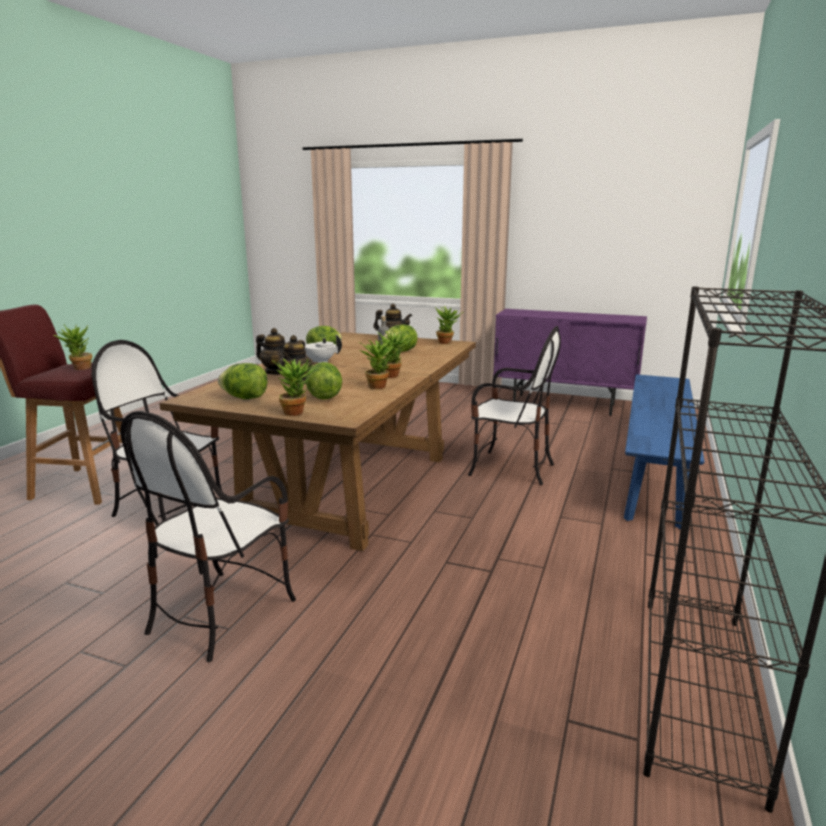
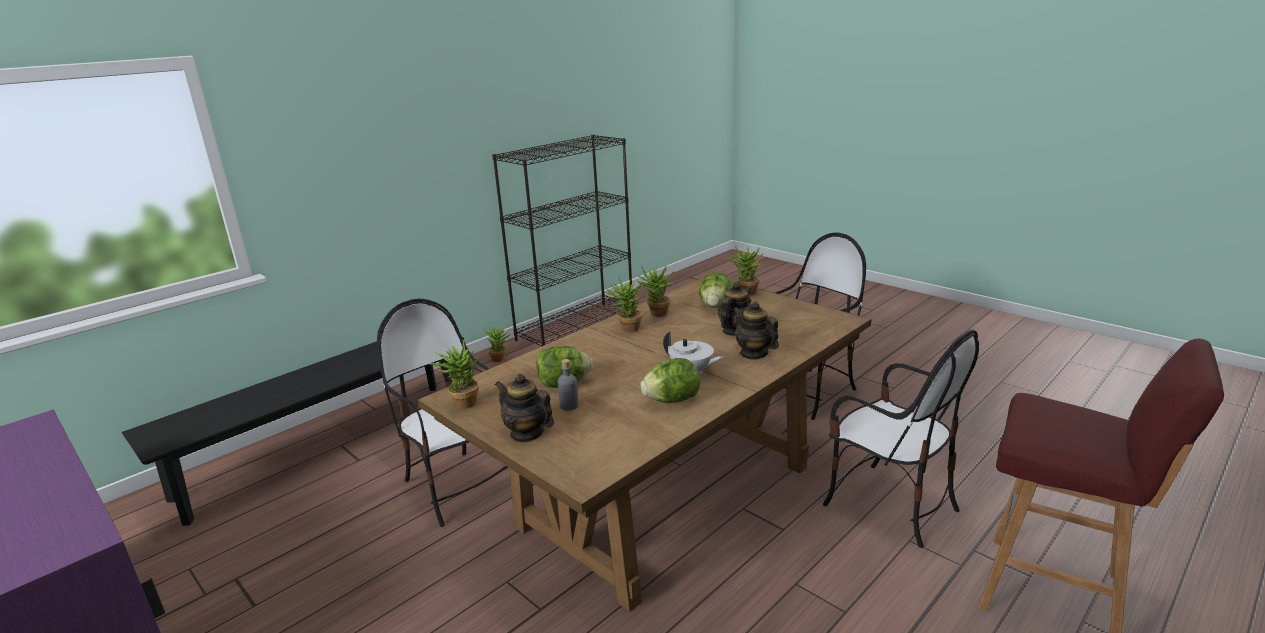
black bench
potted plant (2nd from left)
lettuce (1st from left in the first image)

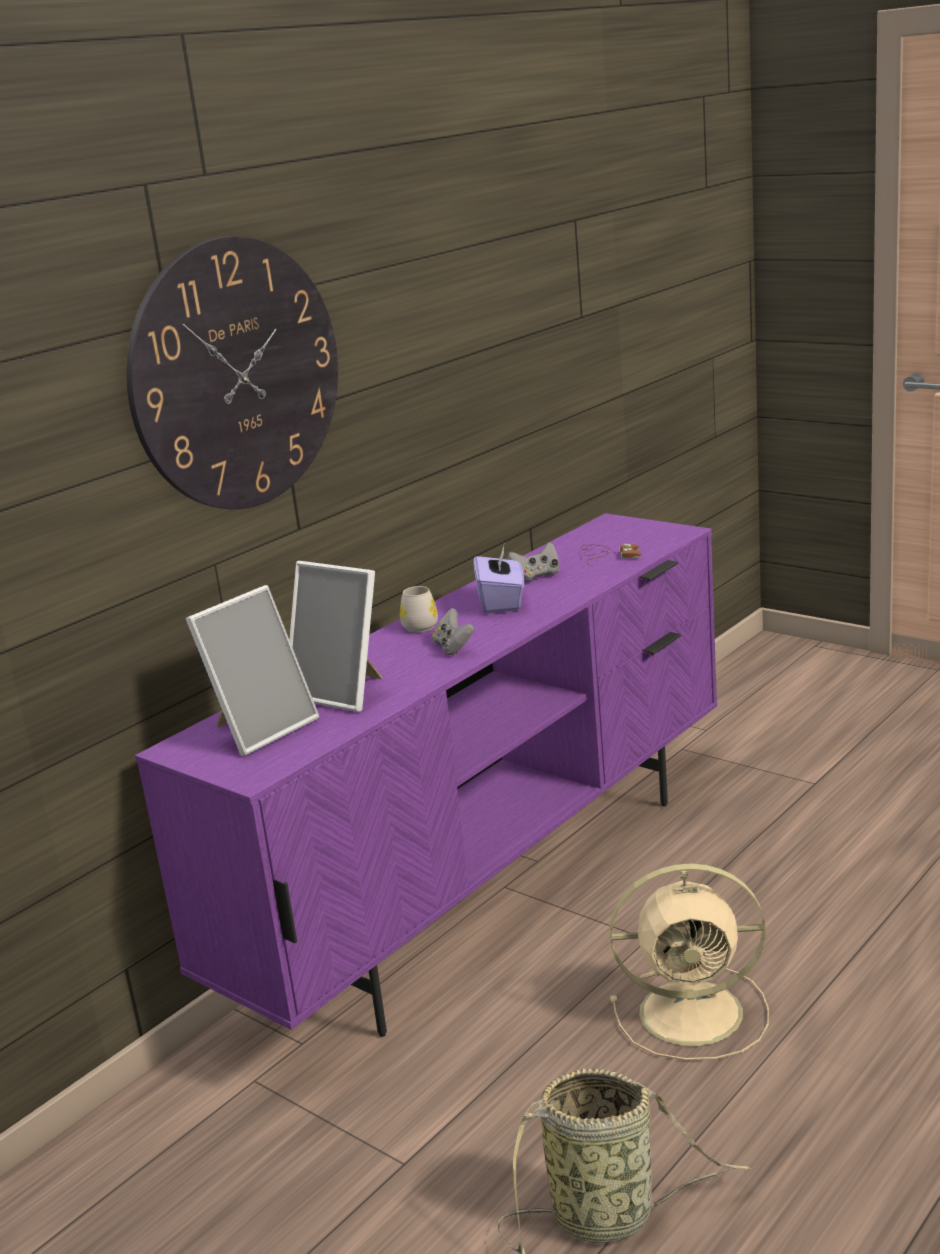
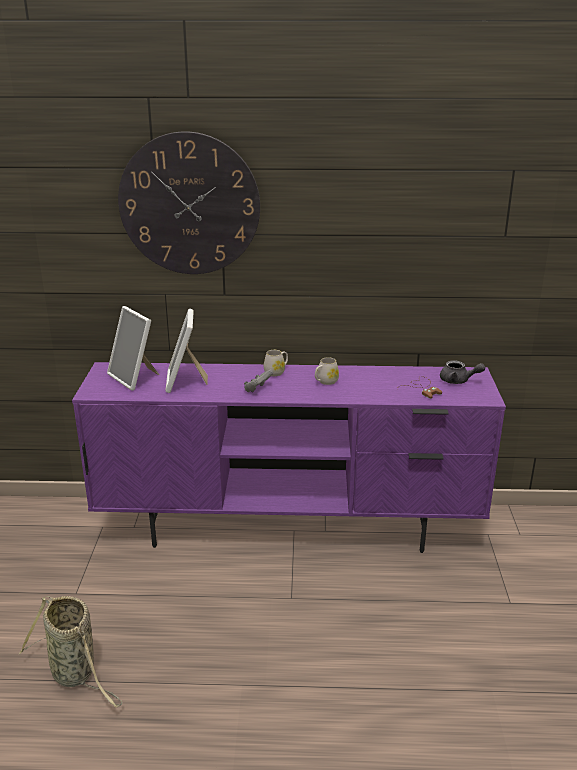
picture frame (1st from left)
white mug (2nd from left)
grey teapot
grey game controller (2nd from left in the first image)
beige fan

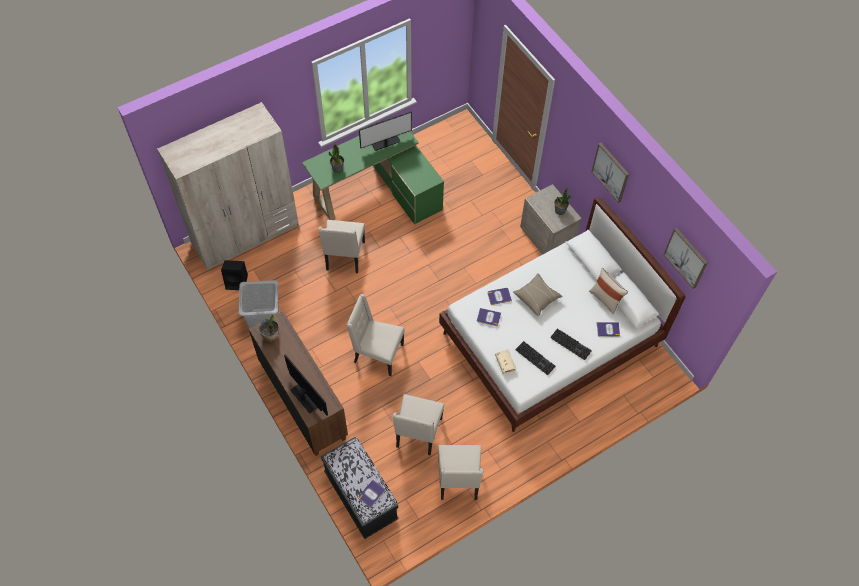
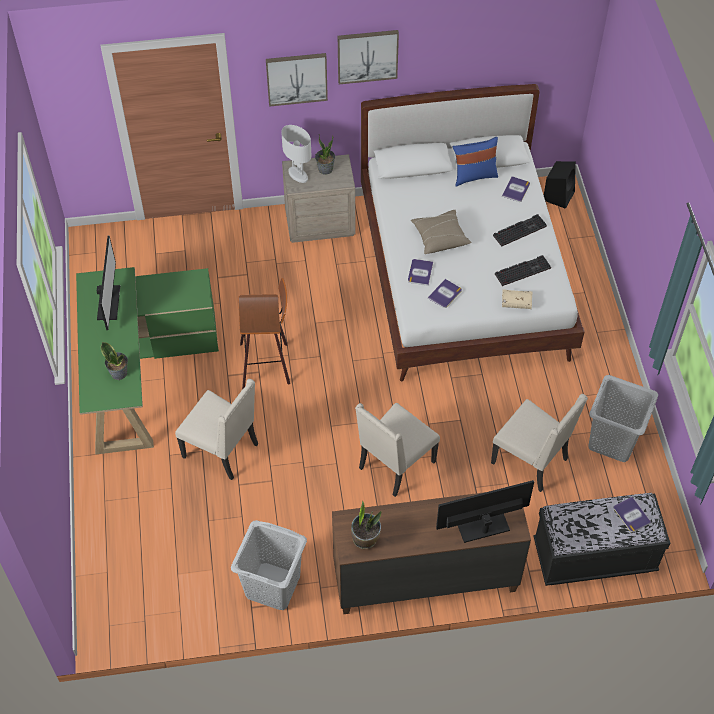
stool
picture (1st from left)
white table lamp
blue pillow
black speaker
grey laundry basket (2nd from left)
beige wardrobe

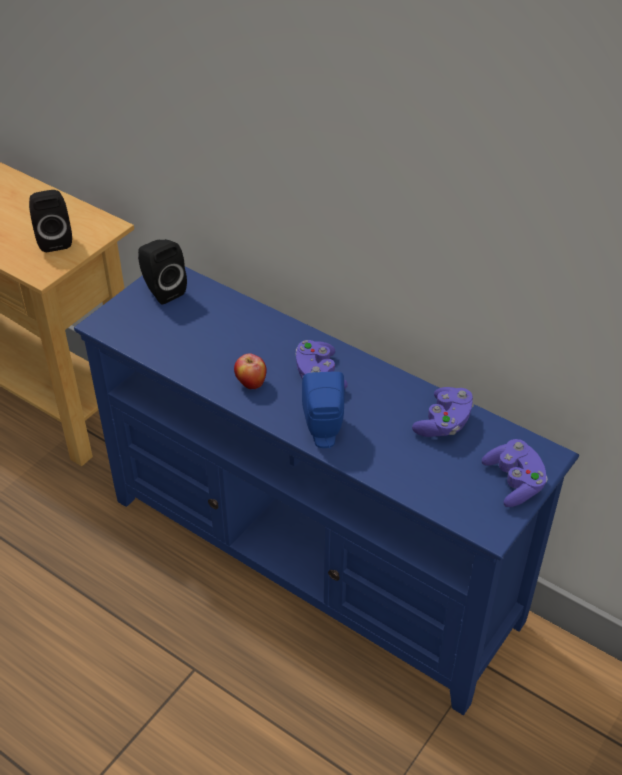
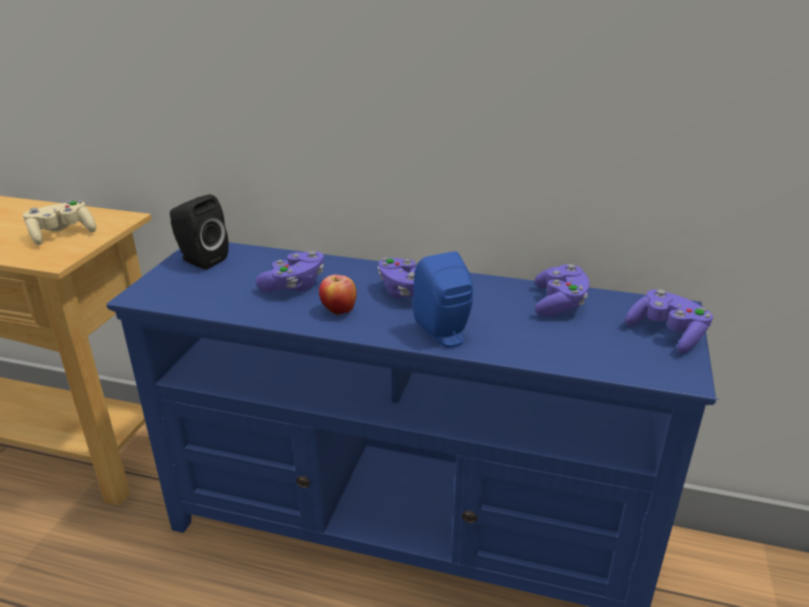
beige game controller
purple game controller (1st from left)

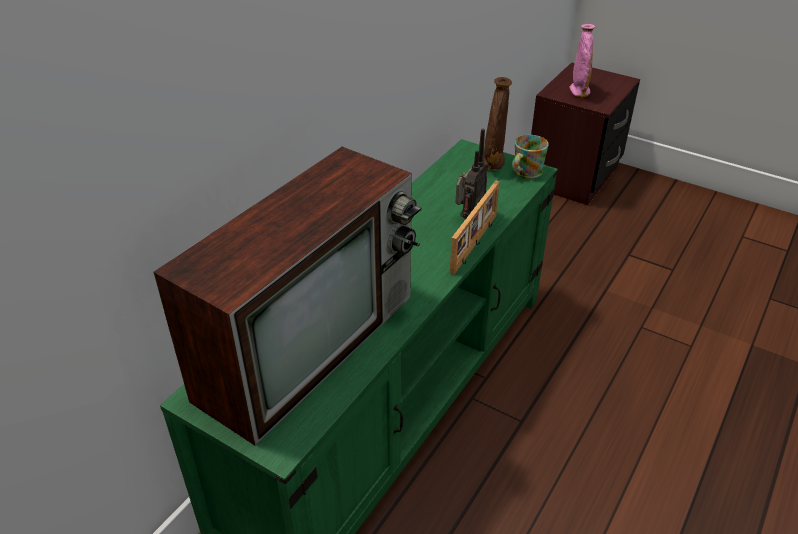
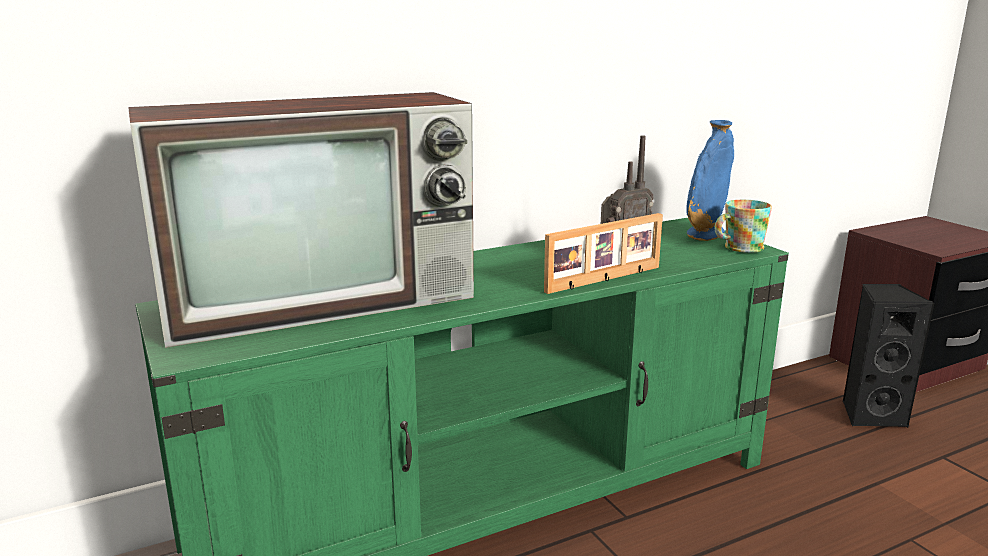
blue vase
black speaker
pink vase

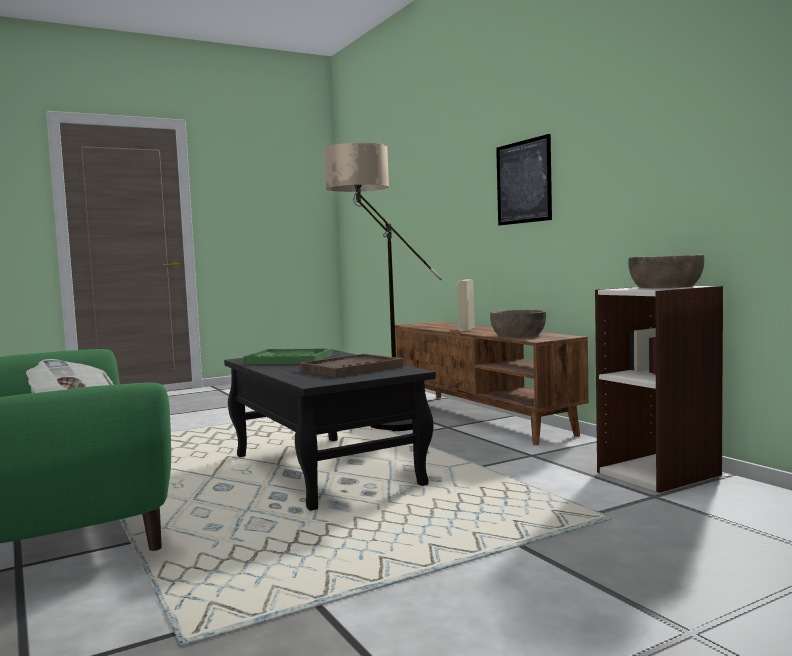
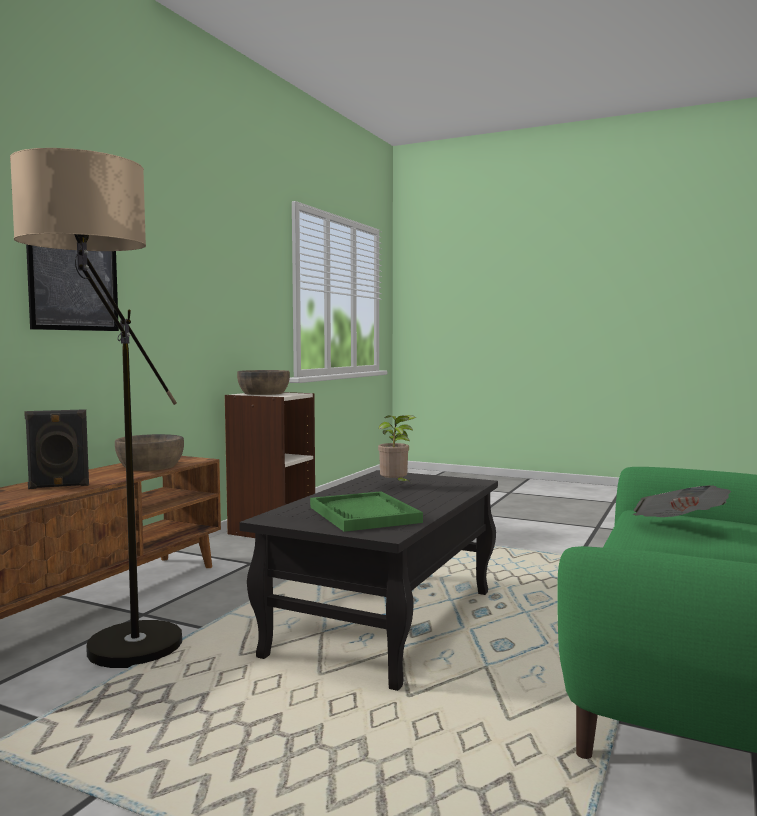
black speaker
potted plant

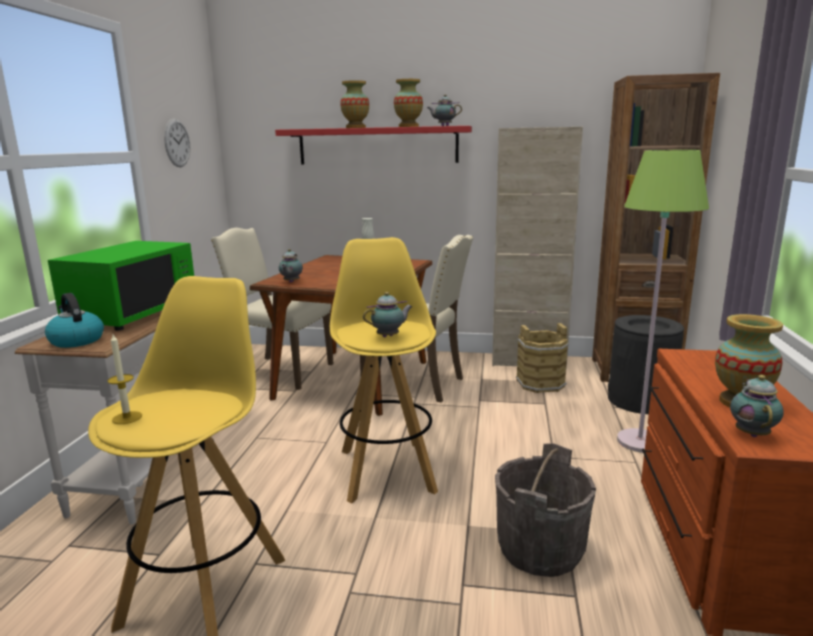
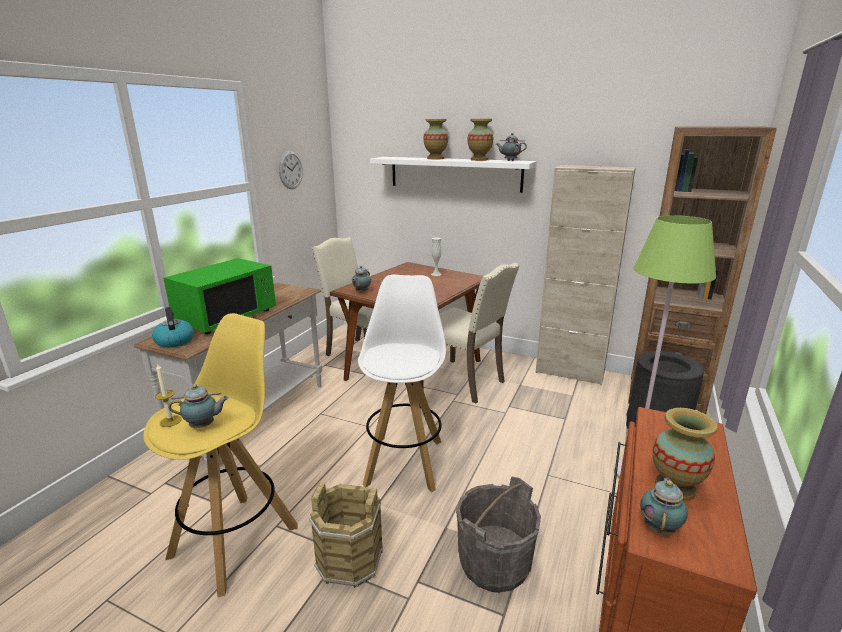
teapot (1st from left)
brown bucket
white stool
white shelf

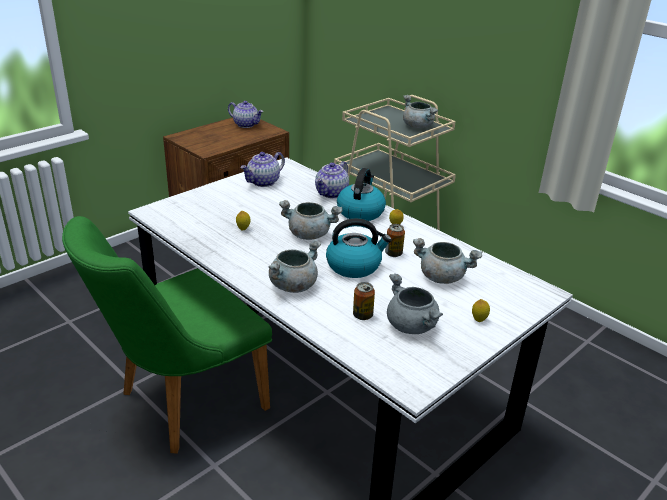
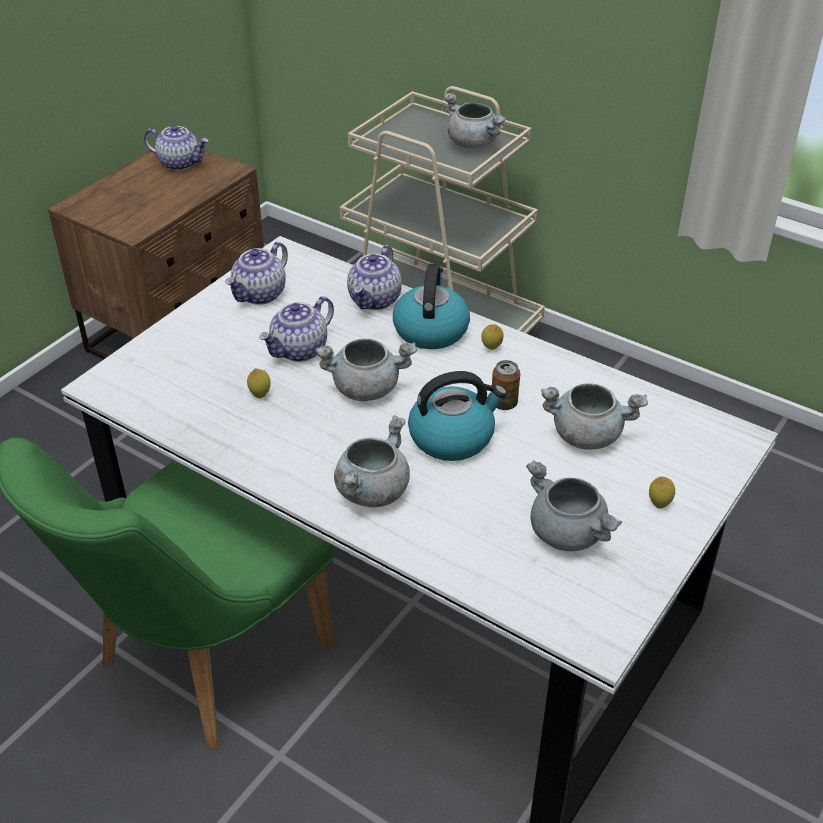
teapot (3rd from left)
can (1st from left in the first image)

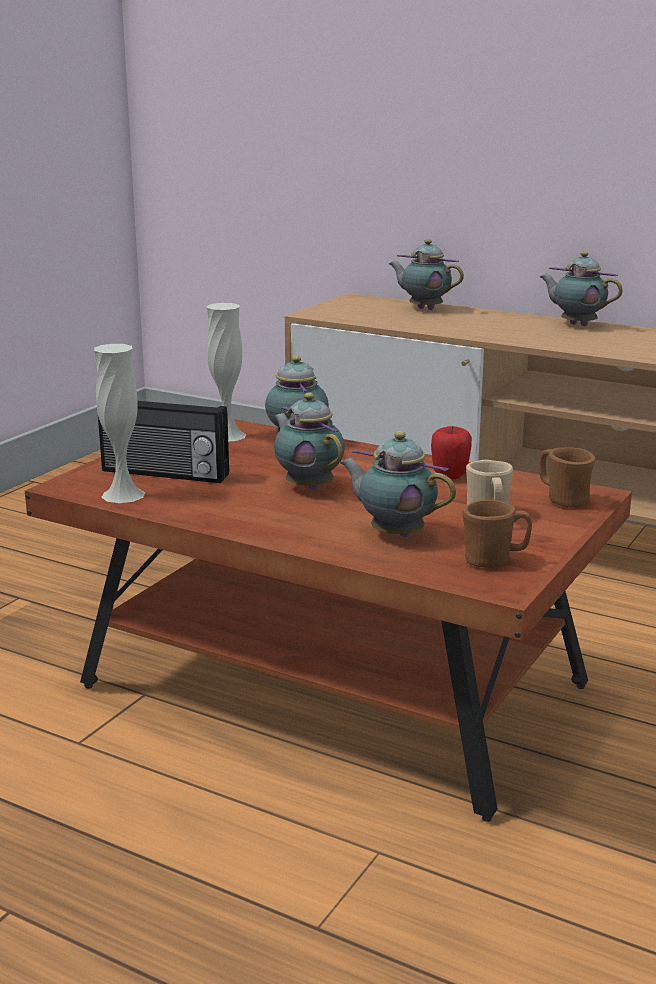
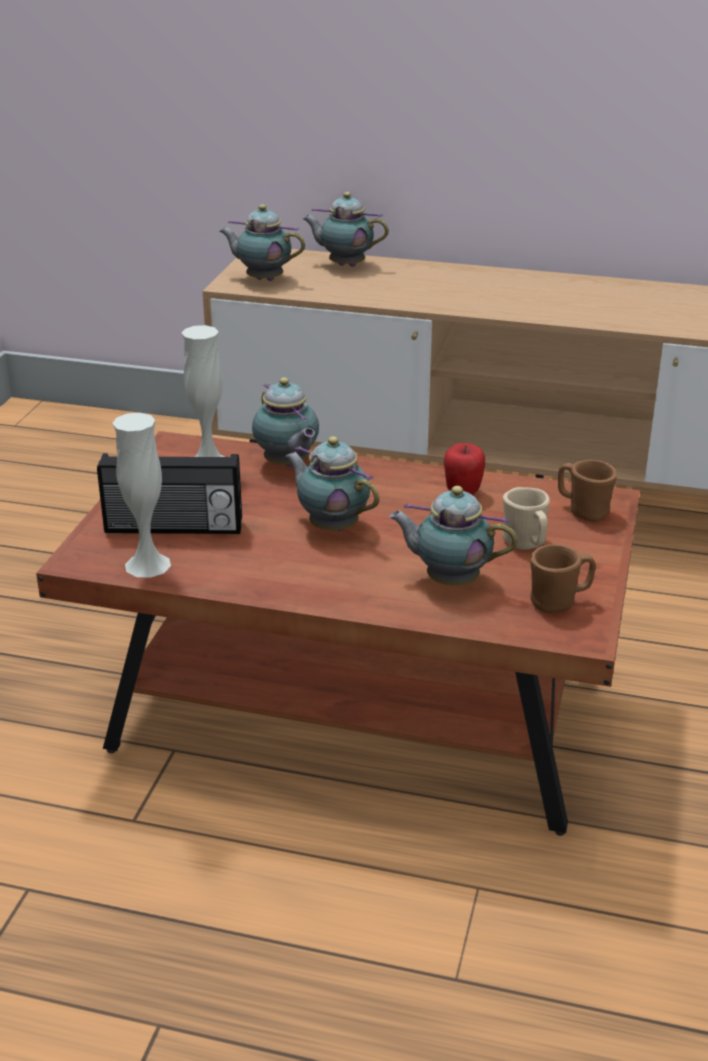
teapot (1st from left)

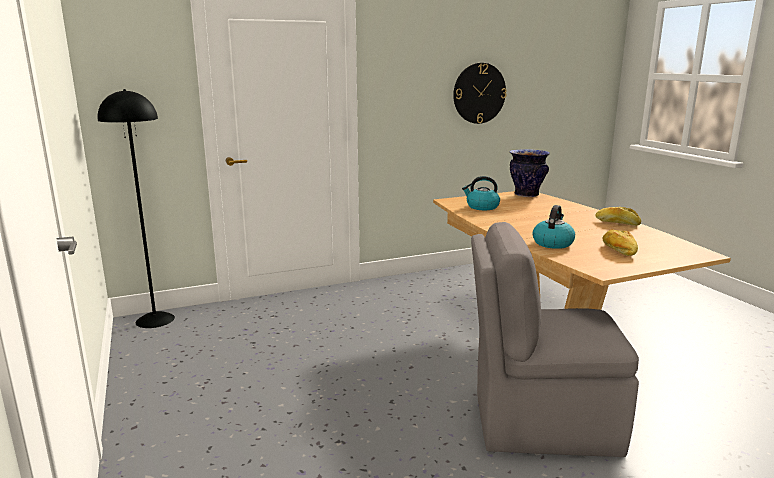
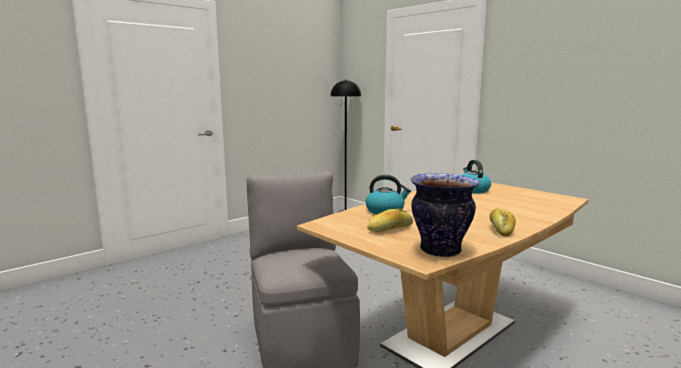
vase
wall clock

